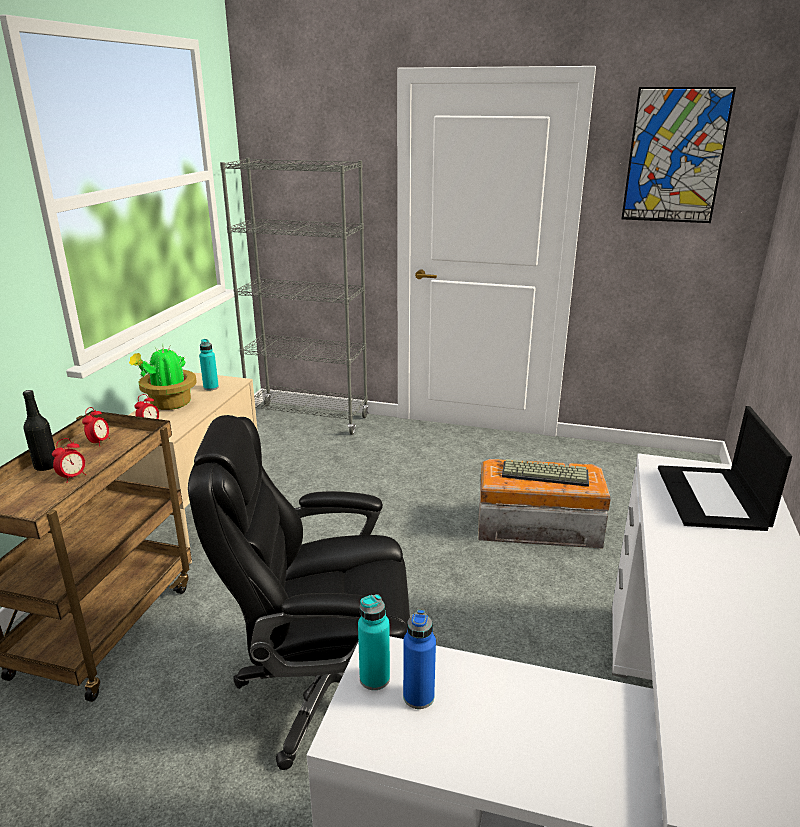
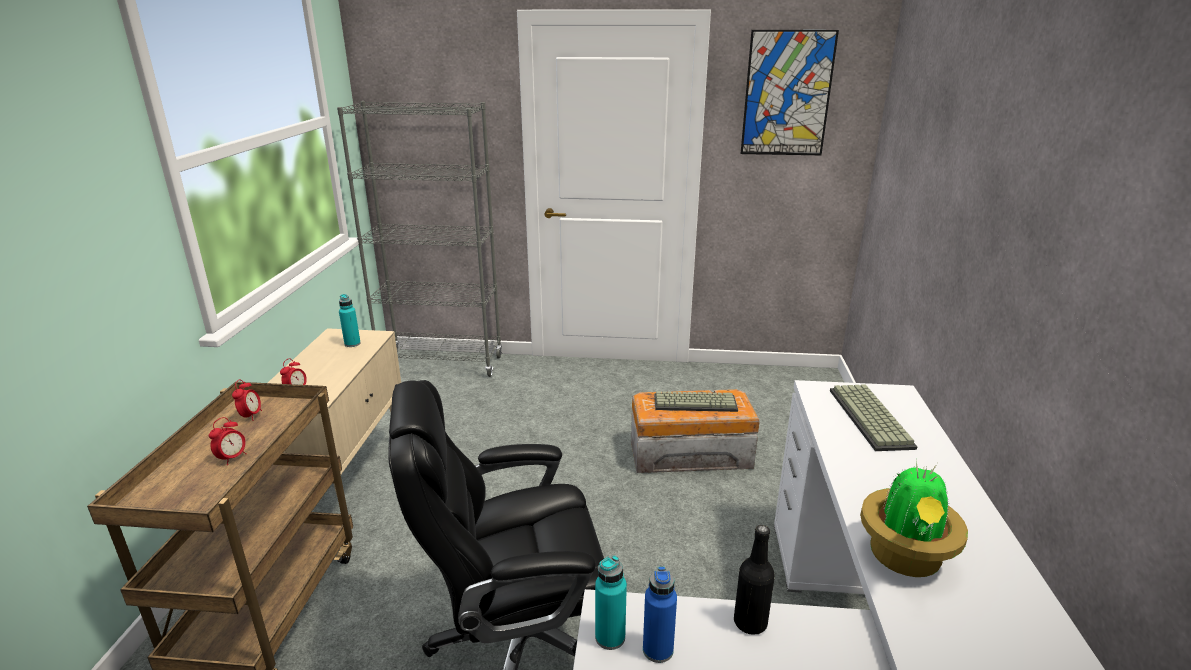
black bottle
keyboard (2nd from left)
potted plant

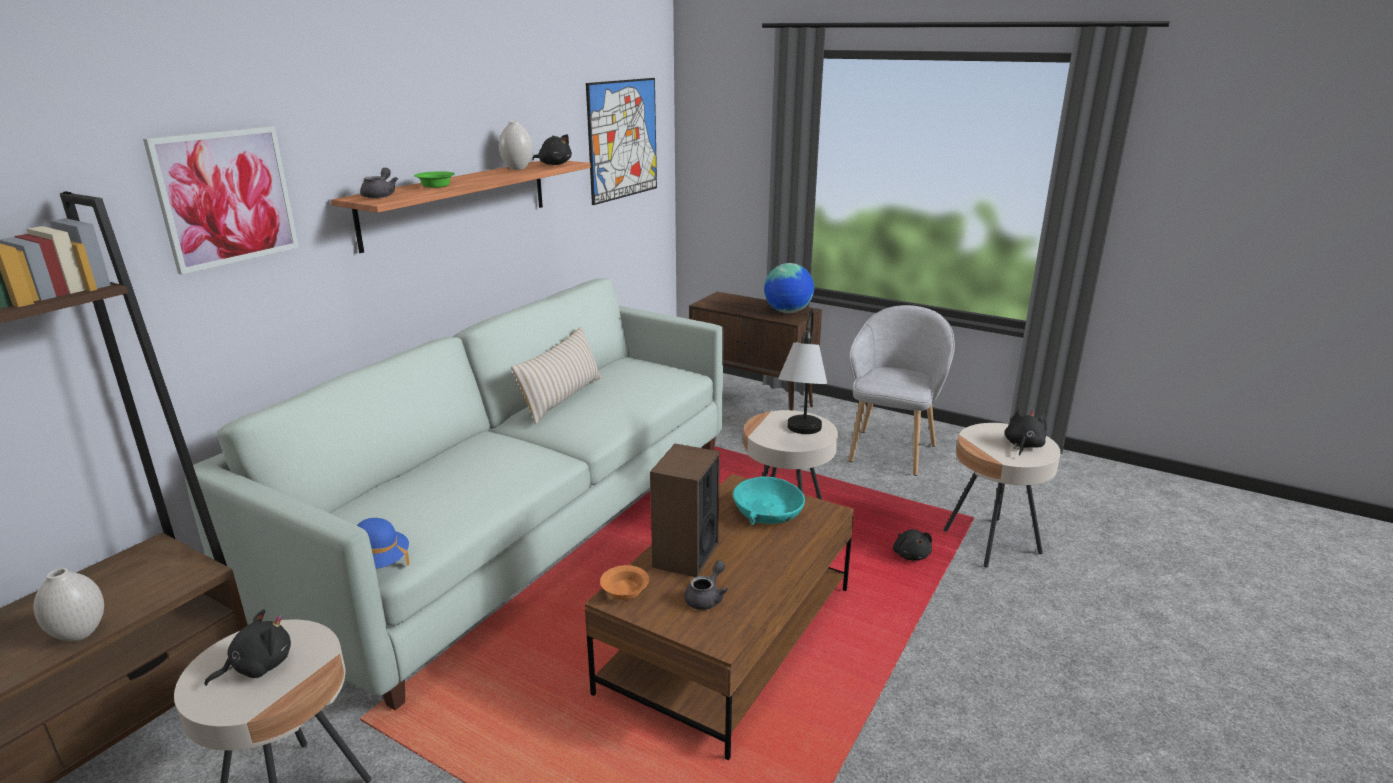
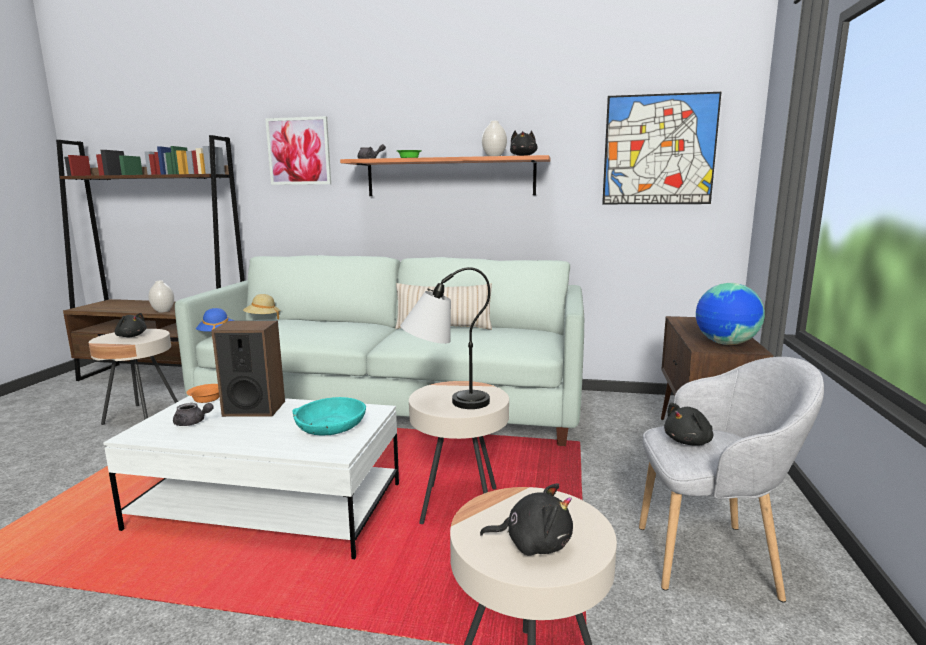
white coffee table
beige hat
black plush toy (4th from left)

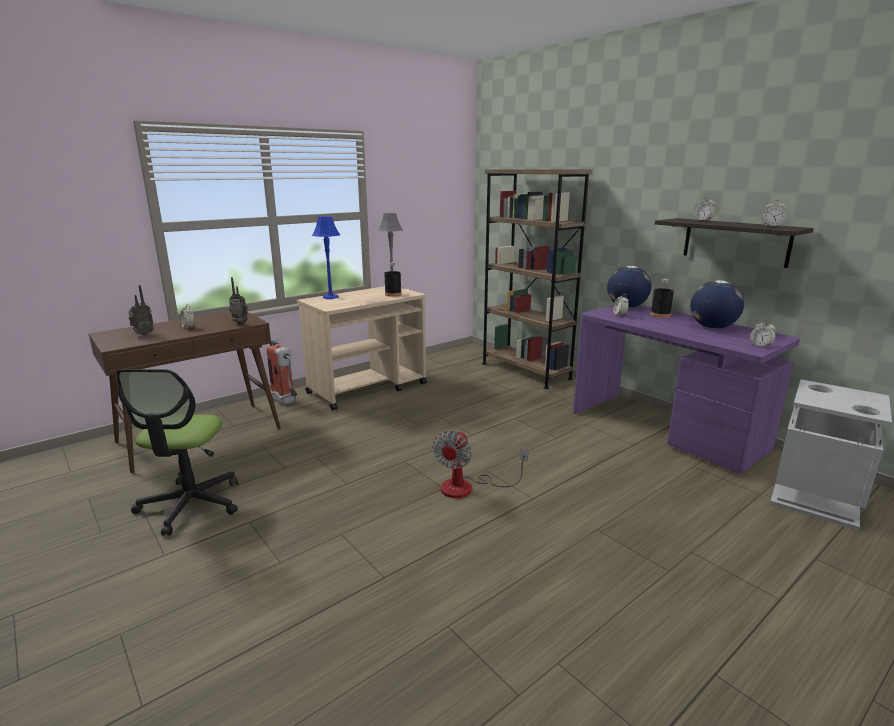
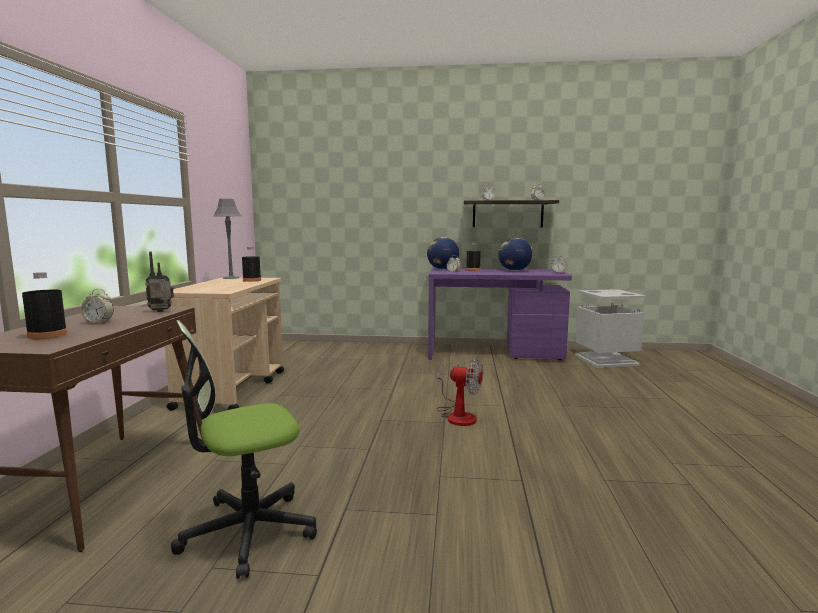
black bottle (1st from left)
office chair
fan
fire extinguisher
blue table lamp
brown bookcase

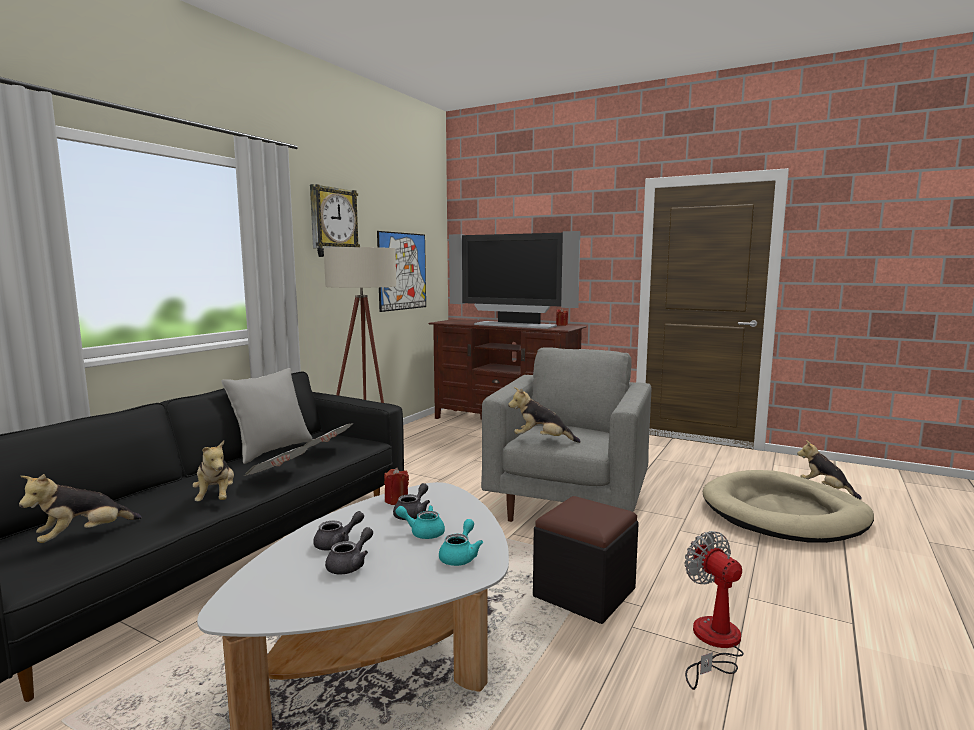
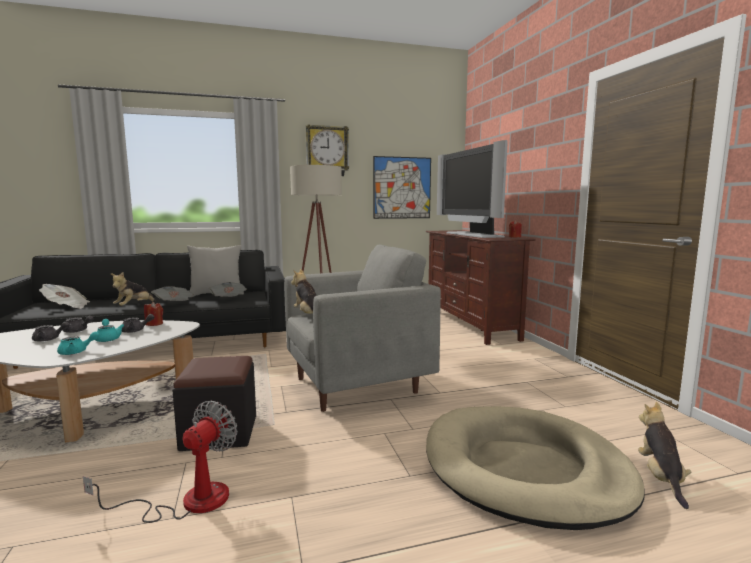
newspaper (1st from left)

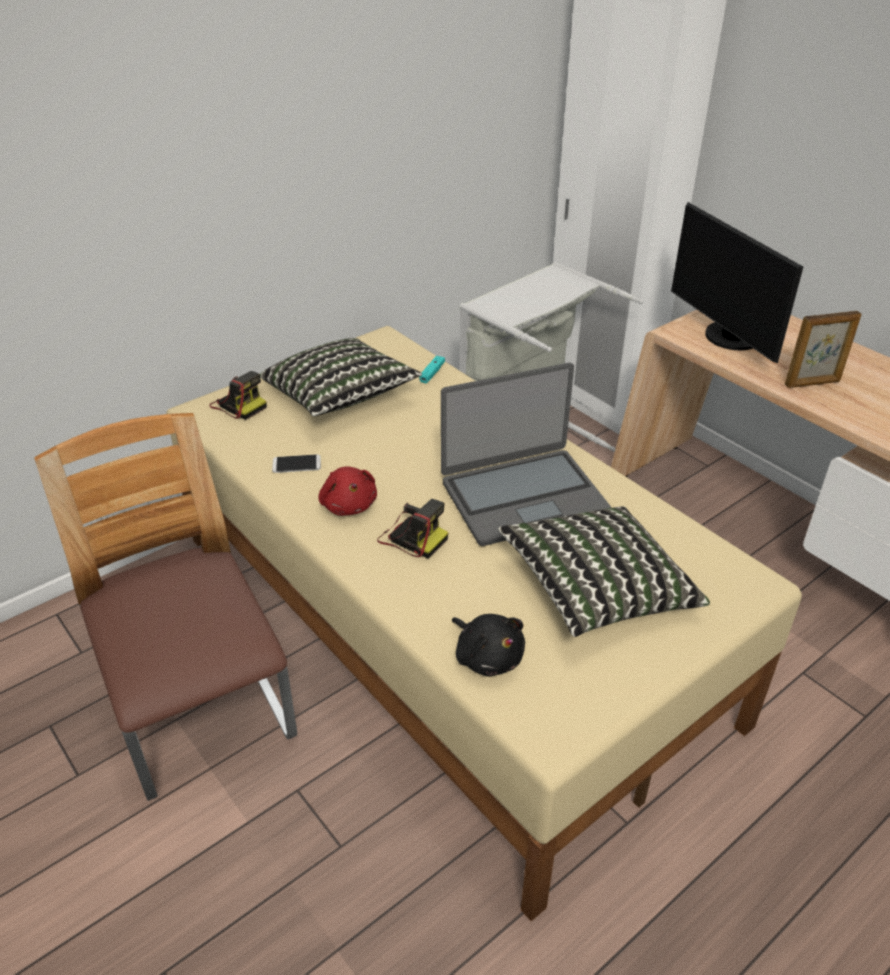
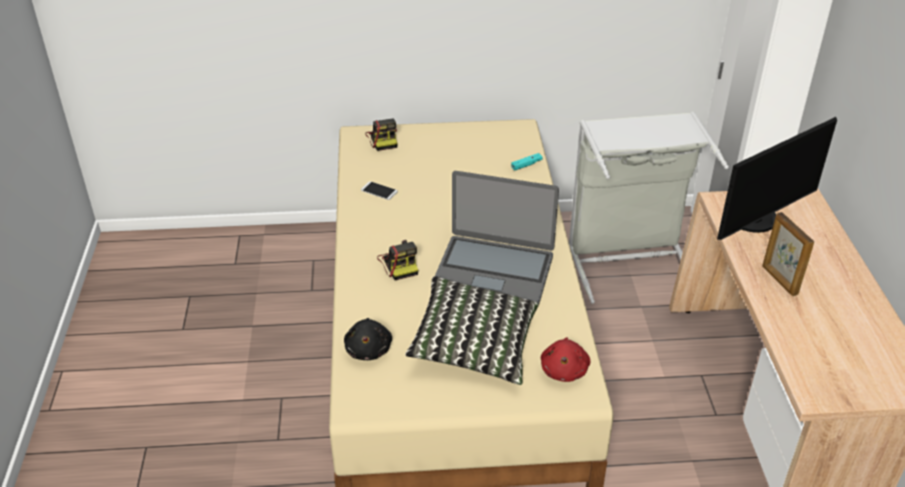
red plush toy
monitor
picture frame
chair
pillow (1st from left in the first image)

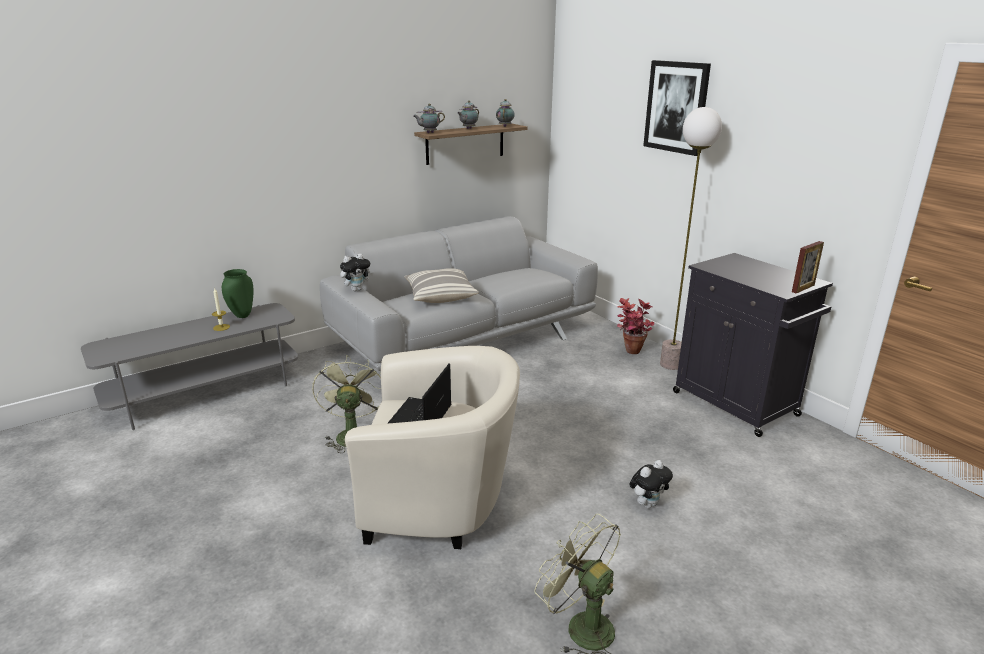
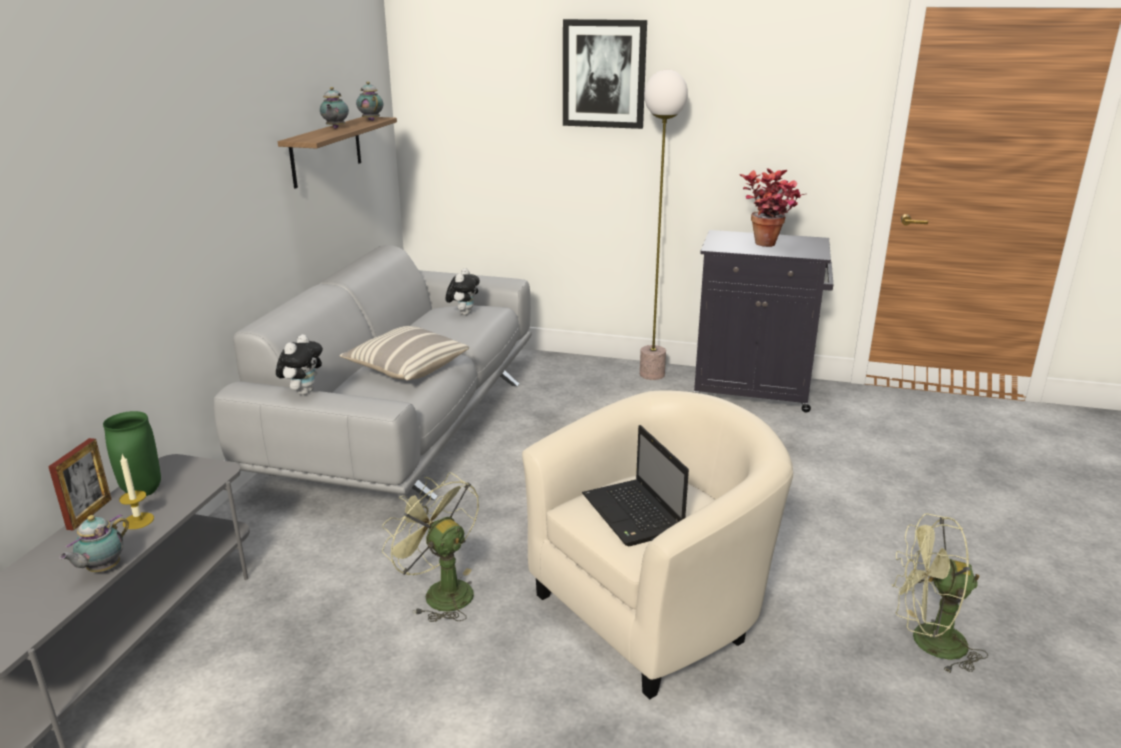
picture frame
teapot (1st from left)
plush toy (2nd from left)
potted plant

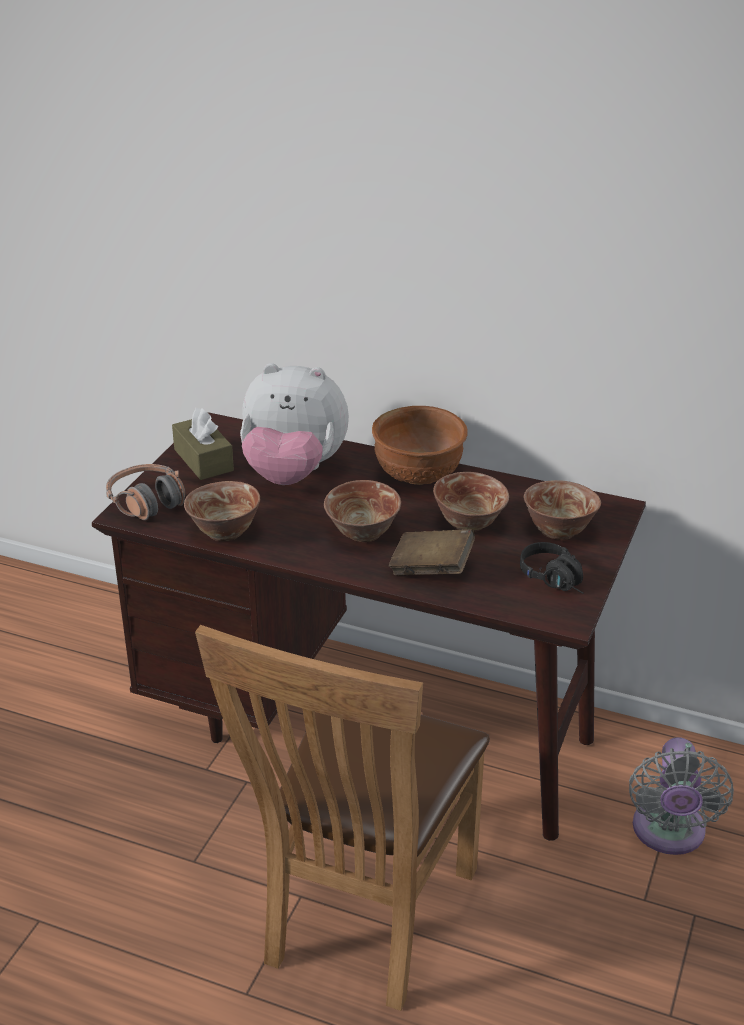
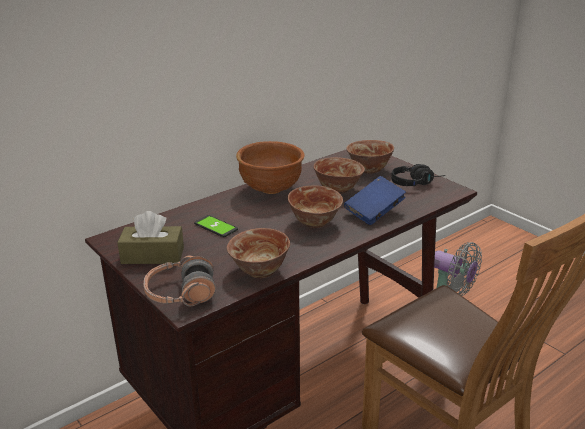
phone
blue book

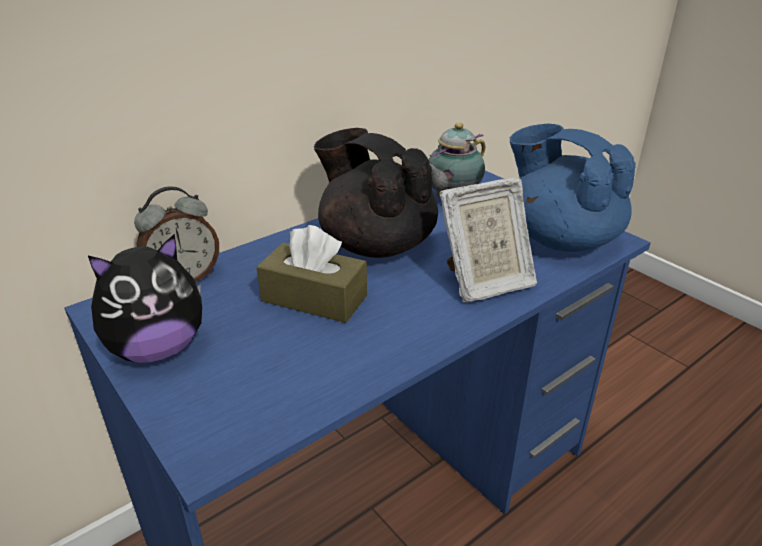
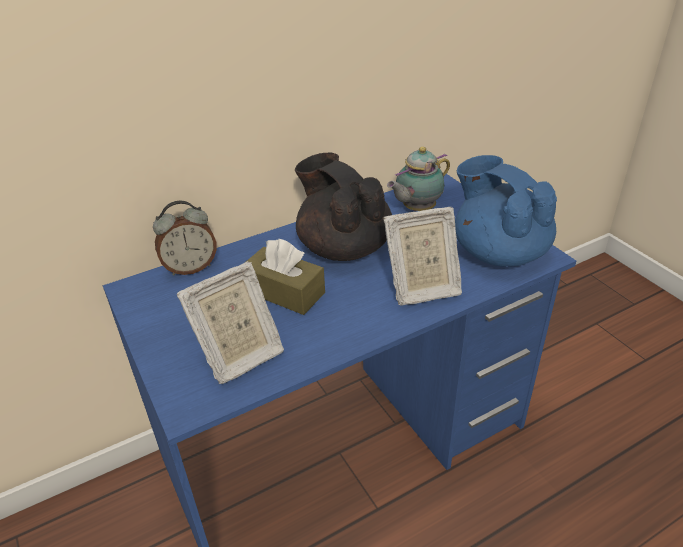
picture frame (1st from left)
plush toy

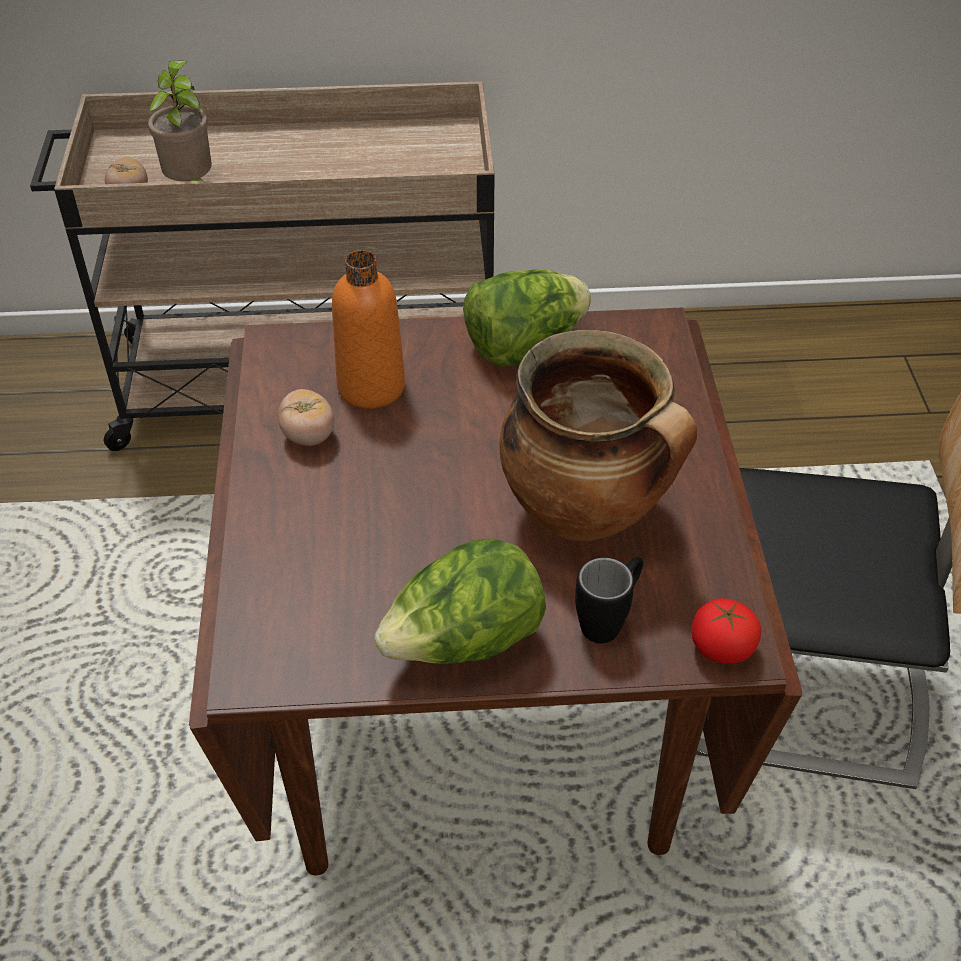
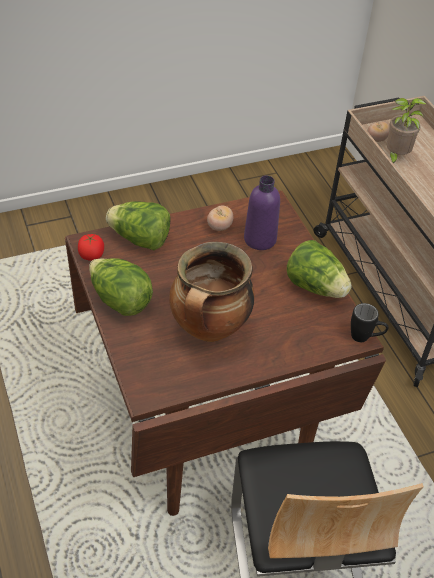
tomato (1st from left)
lettuce (2nd from left)
purple bottle
black mug

